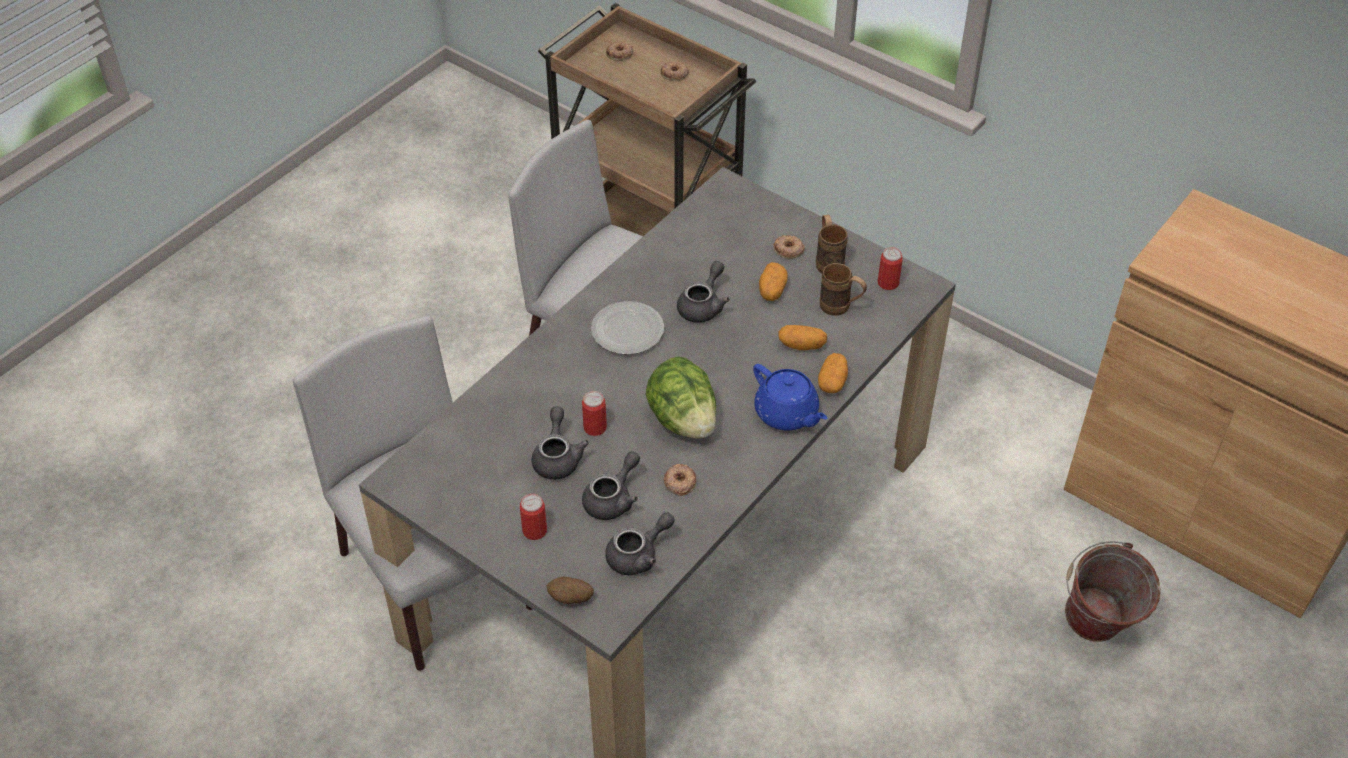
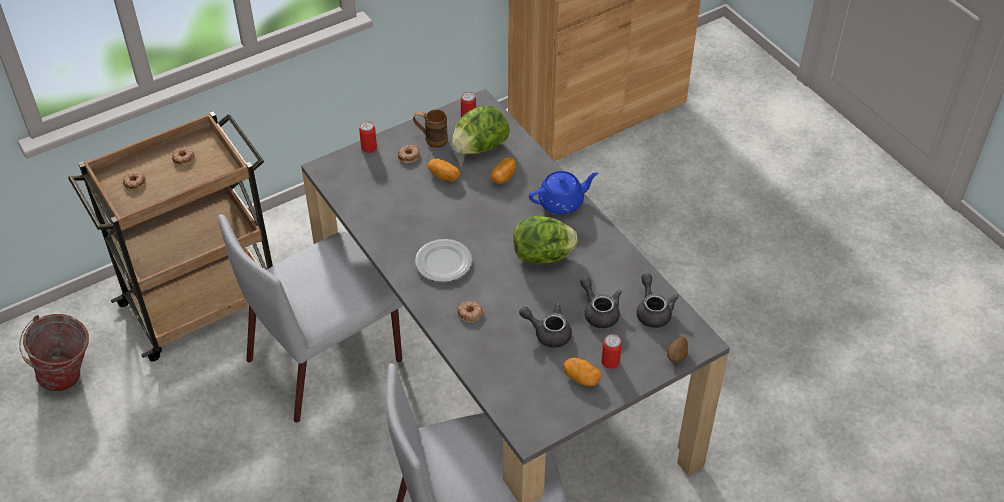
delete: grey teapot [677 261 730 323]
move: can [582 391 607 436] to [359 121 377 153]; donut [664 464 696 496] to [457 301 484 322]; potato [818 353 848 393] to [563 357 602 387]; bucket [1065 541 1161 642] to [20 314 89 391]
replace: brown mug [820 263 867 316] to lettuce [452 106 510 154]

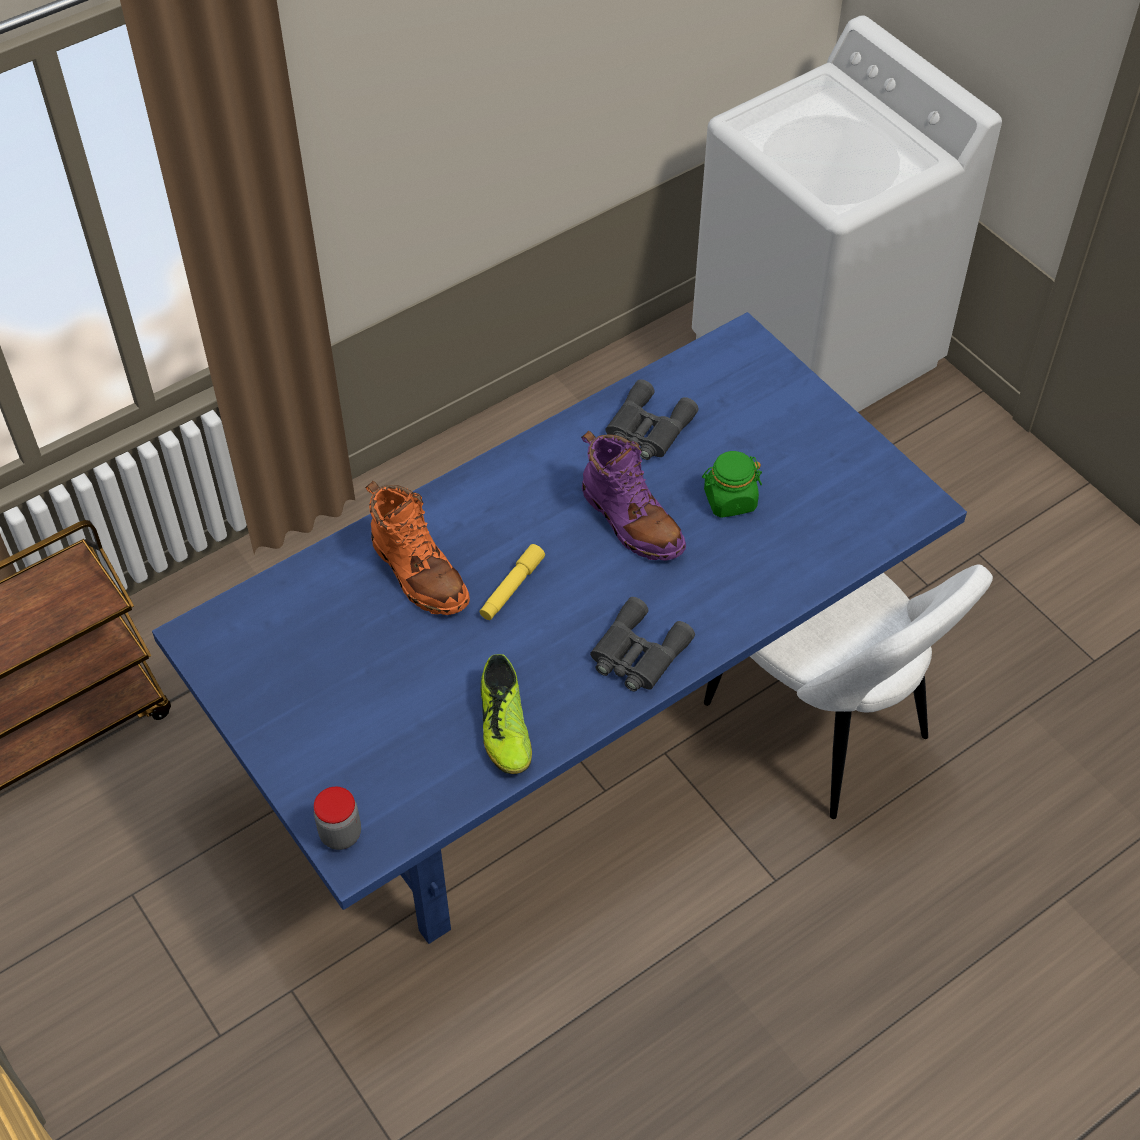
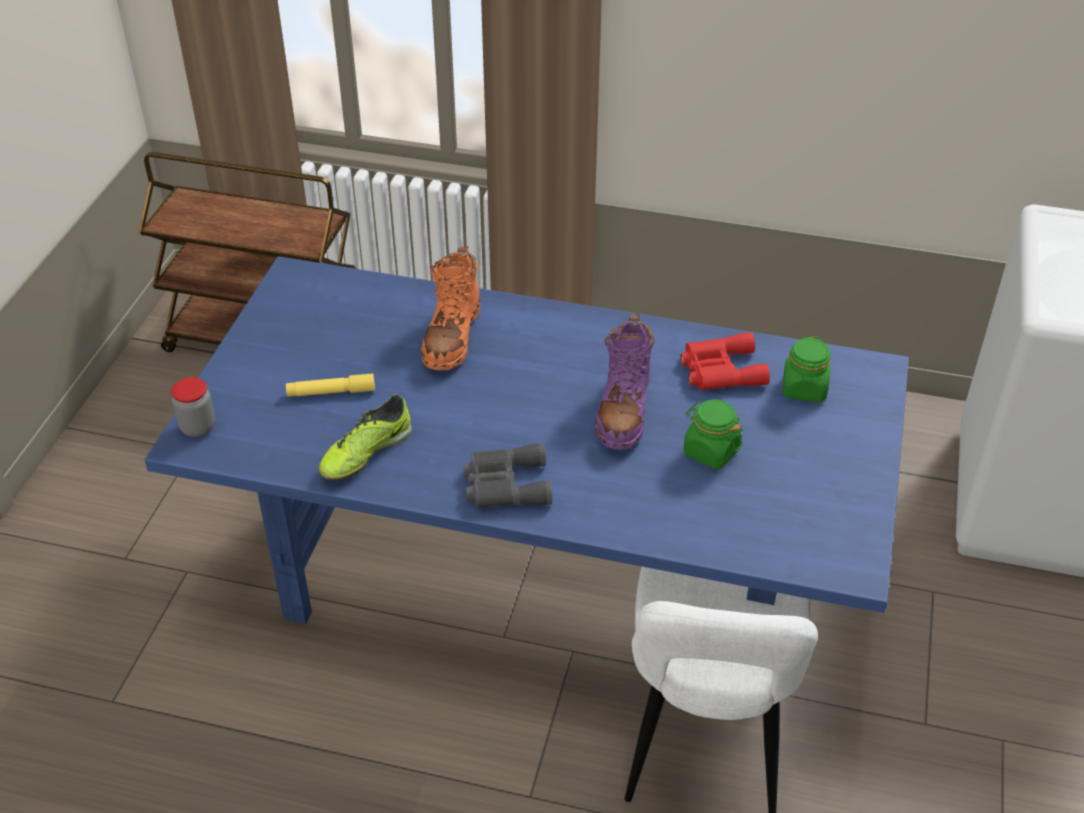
insert: green jar [782 335 831 402]
move: yellow flashlight [480 544 545 620] to [286 374 375 397]
recolor: grey binoculars [605 379 699 460] to red binoculars [680 332 770 390]

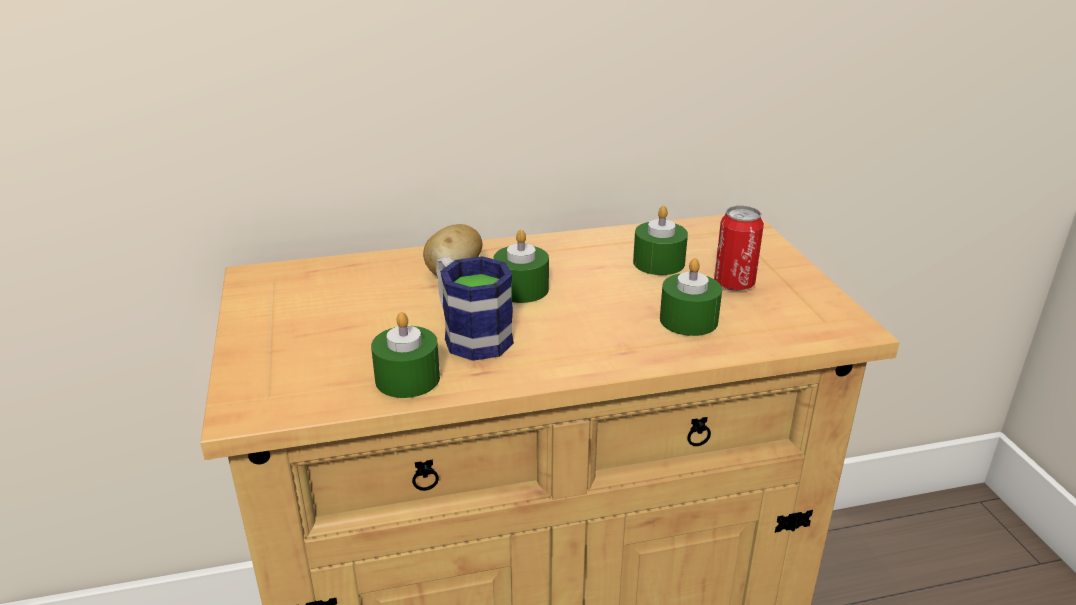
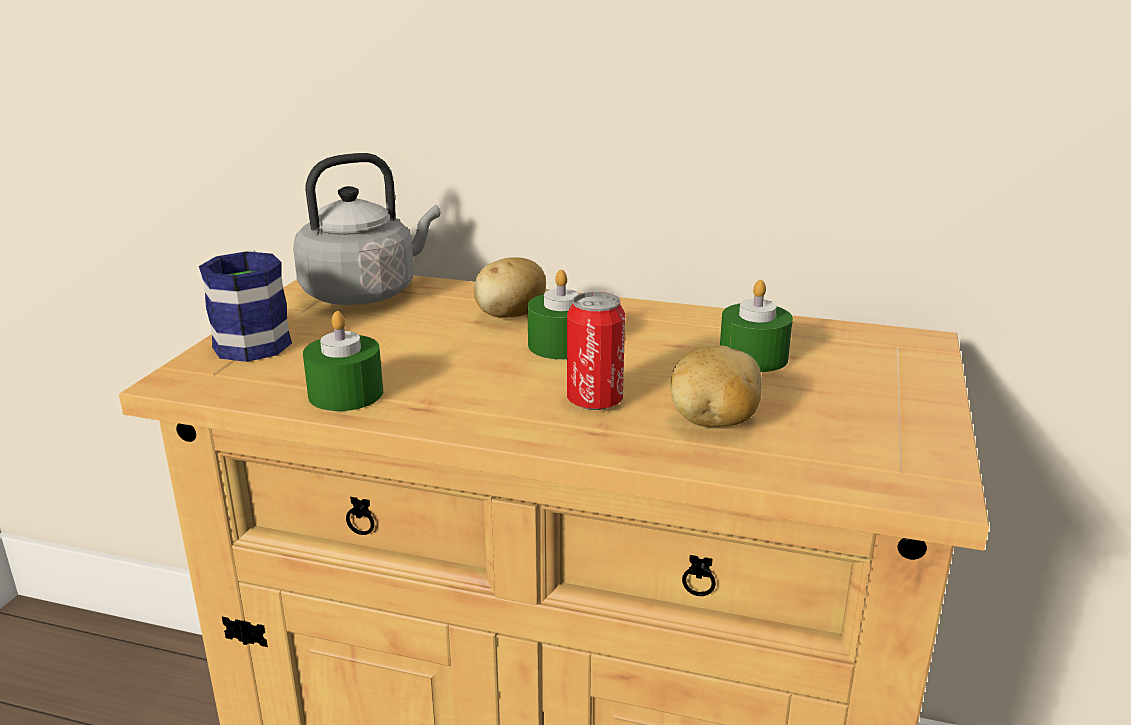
insert: grey kettle [293 153 440 305]
move: mug [436 256 514 361] to [199 250 292 362]; can [714 206 764 291] to [567 292 625 410]
replace: green candle [660 258 722 336] to potato [670 345 762 427]

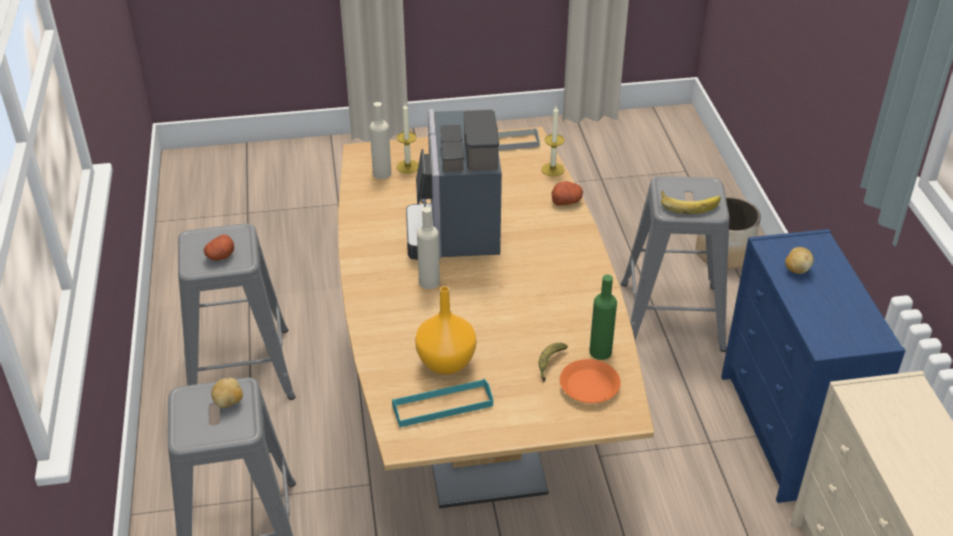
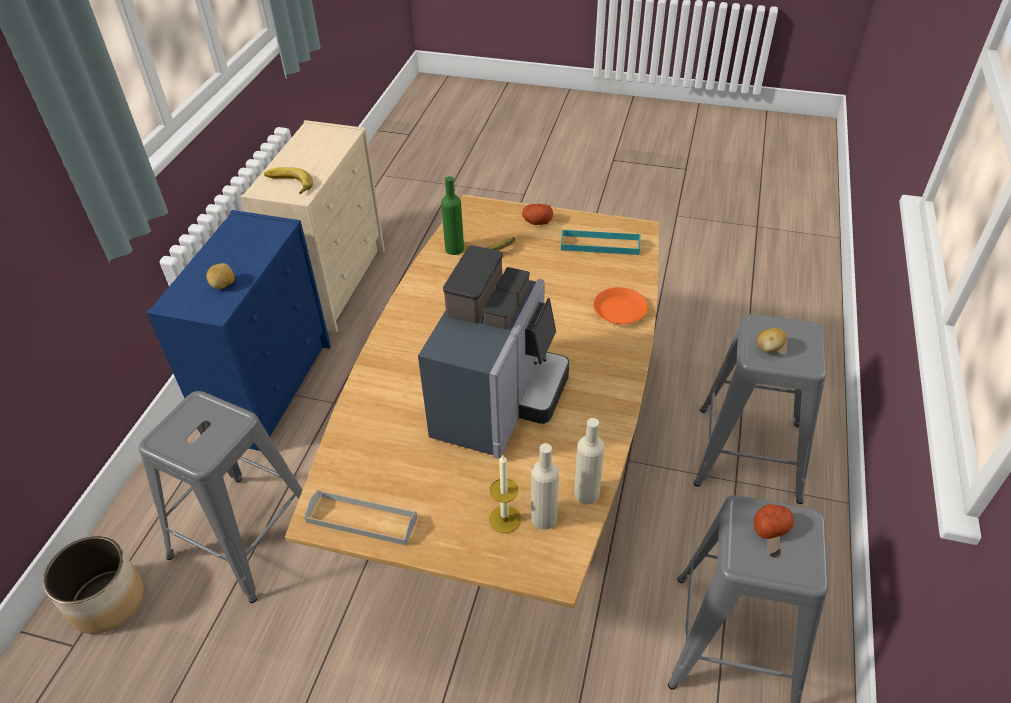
delete: orange vase [415 286 476 374]; candle [541 106 565 177]
move: beige bottle [417 207 440 289] to [574 418 605 504]; potato [552 181 583 206] to [522 204 553 225]; orange plate [560 359 621 403] to [593 287 648 324]; banana [661 190 721 214] to [264 167 313 194]

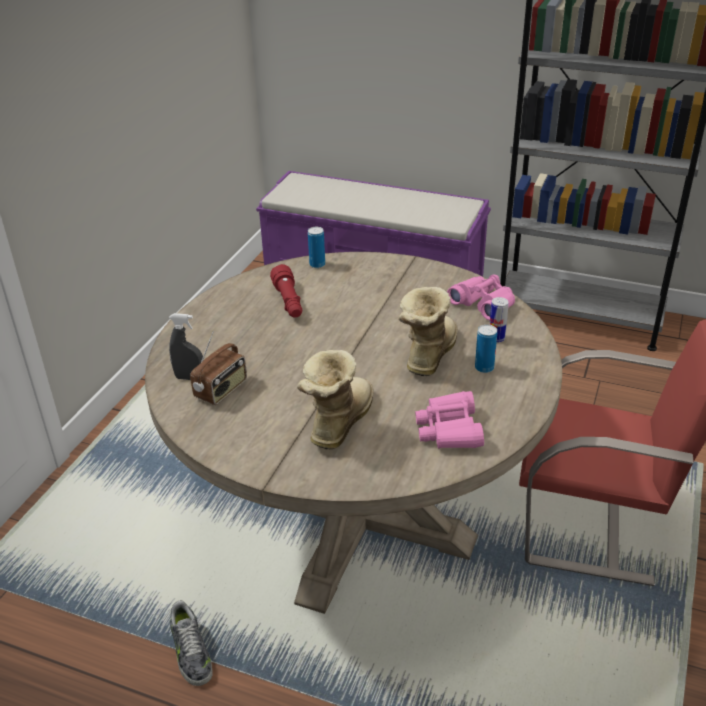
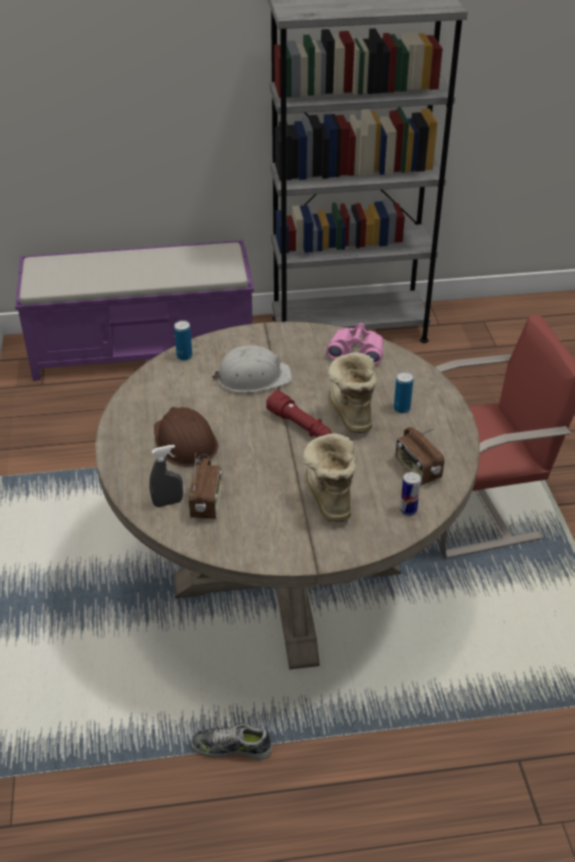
insert: brown hard hat [154 407 218 467]; white hard hat [212 345 292 393]
move: red flashlight [270 264 302 318] to [266 390 332 437]; can [490 297 509 342] to [400 472 421 516]
replace: pink binoculars [415 391 484 449] to radio [395 427 444 485]
rotate: shoe [170 600 213 686] = [191 723 272 760] 150 degrees clockwise

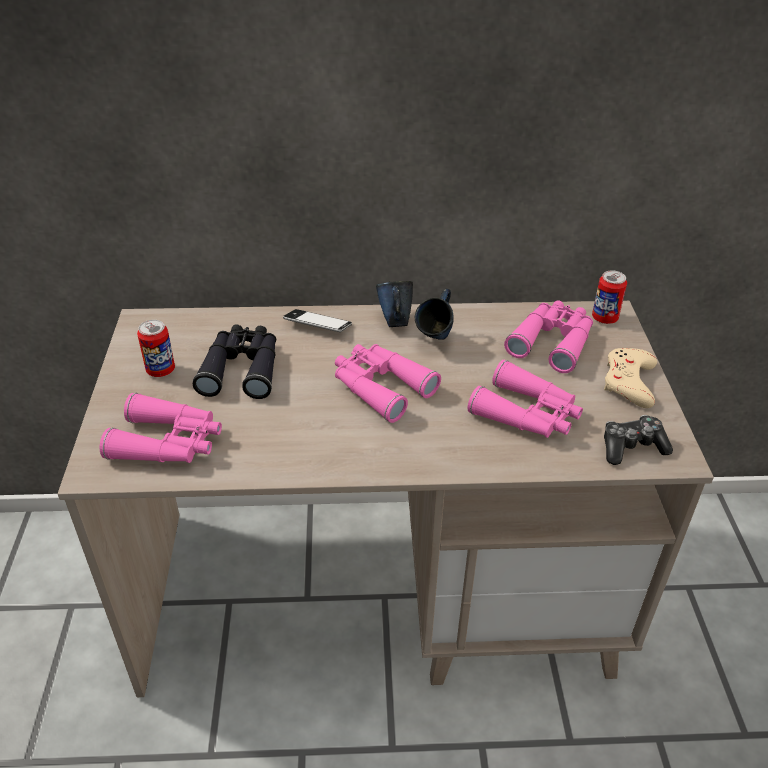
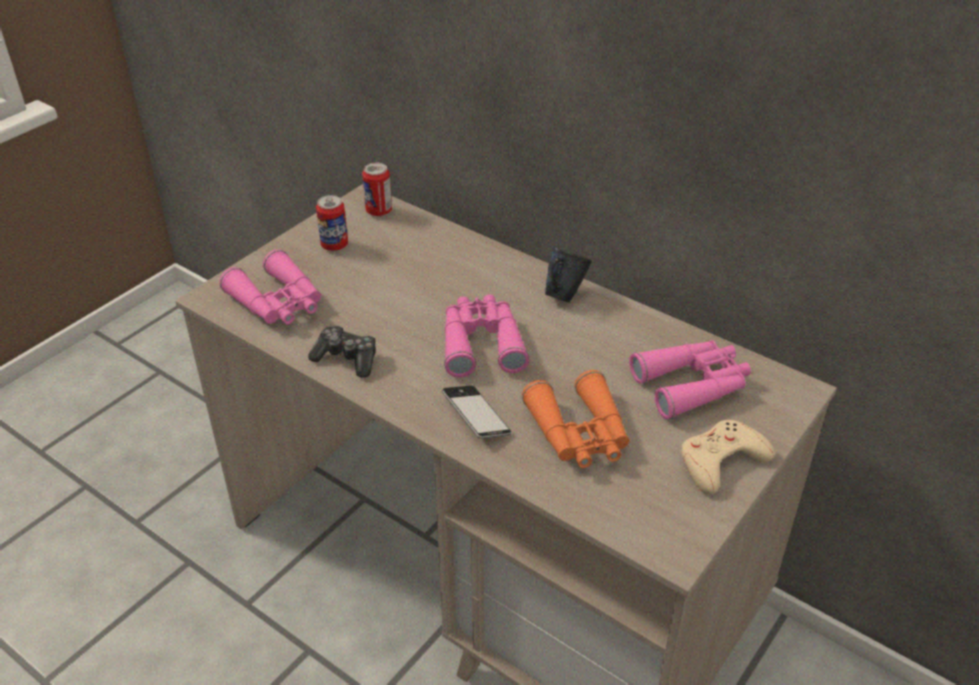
delete: black binoculars [193 325 276 399]; blue mug [415 289 453 340]
move: phone [283 309 352 332] to [442 386 511 439]; can [592 270 627 324] to [362 163 392 216]; game controller [604 415 673 465] to [308 325 376 378]
recolor: pink binoculars [468 360 583 438] to orange binoculars [522 370 629 468]

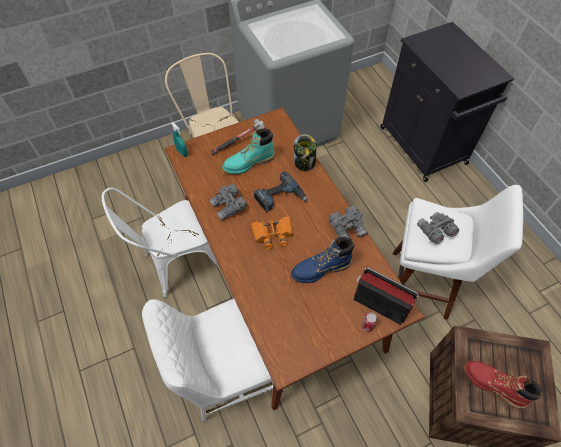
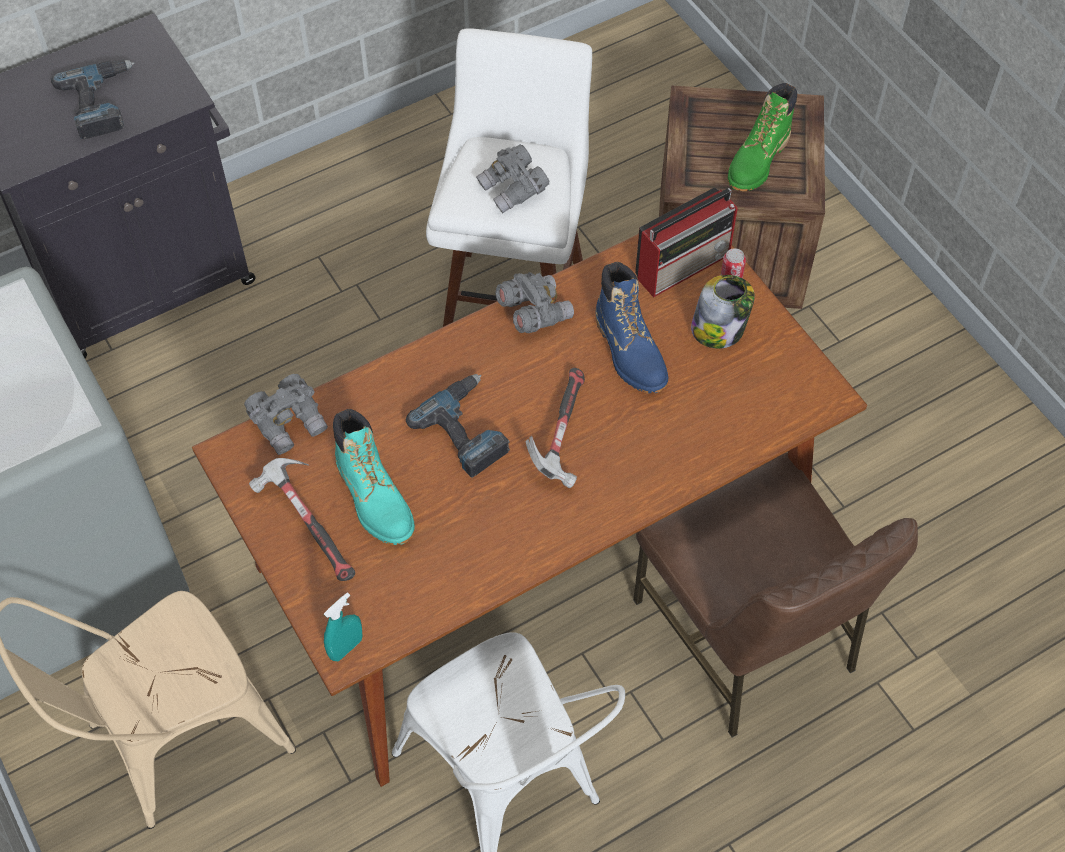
insert: power drill [51 60 135 139]
move: grey binoculars [209 184 247 220] to [244 374 328 455]; jar [293 134 316 171] to [691 275 755 349]
replace: orange binoculars [251 216 293 249] to hammer [525 368 585 488]
recolor: white chair [142 299 284 423] to brown chair [633 453 918 737]; red boot [464 361 543 409] to green boot [728 83 797 191]
rotate: radio [354 267 419 325] = [635 187 738 298] 150 degrees counterclockwise

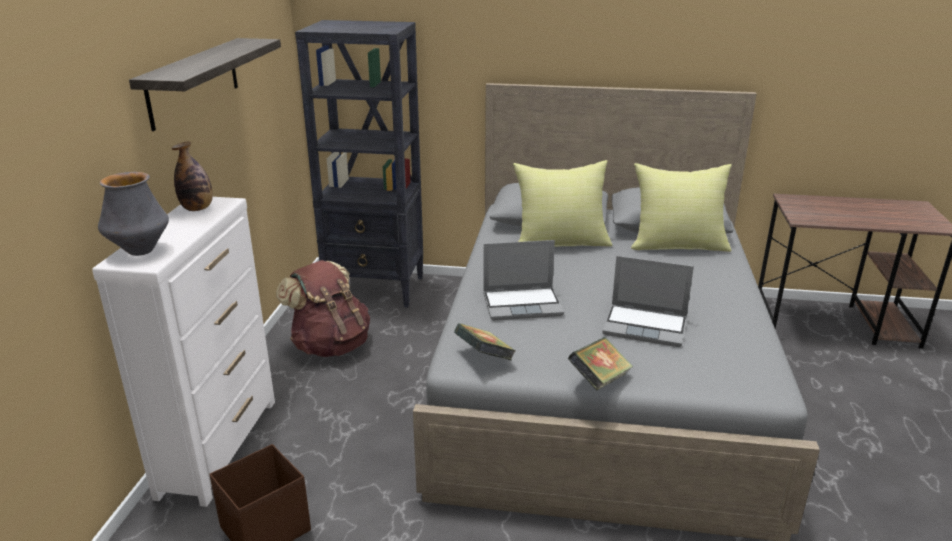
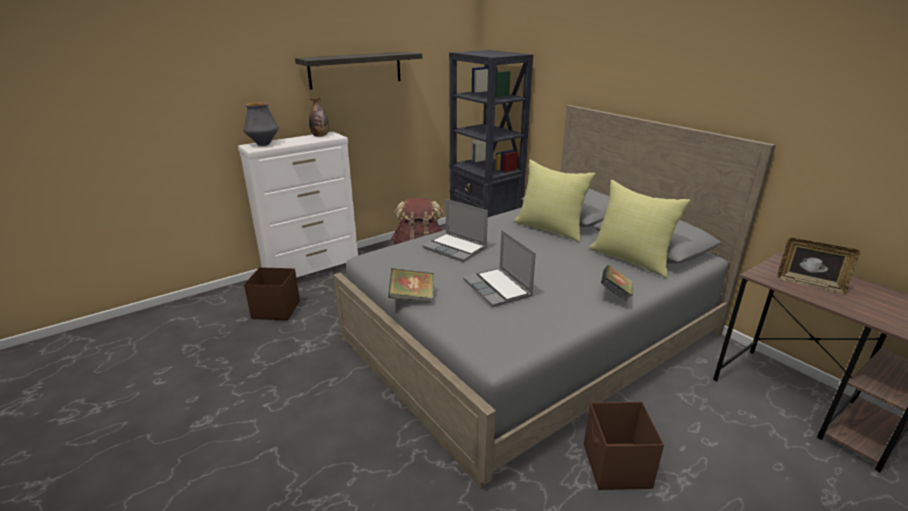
insert: brown storage box [584 402 664 490]; picture frame [777 238 860 294]
move: book [454 323 516 360] to [601 265 633 301]

